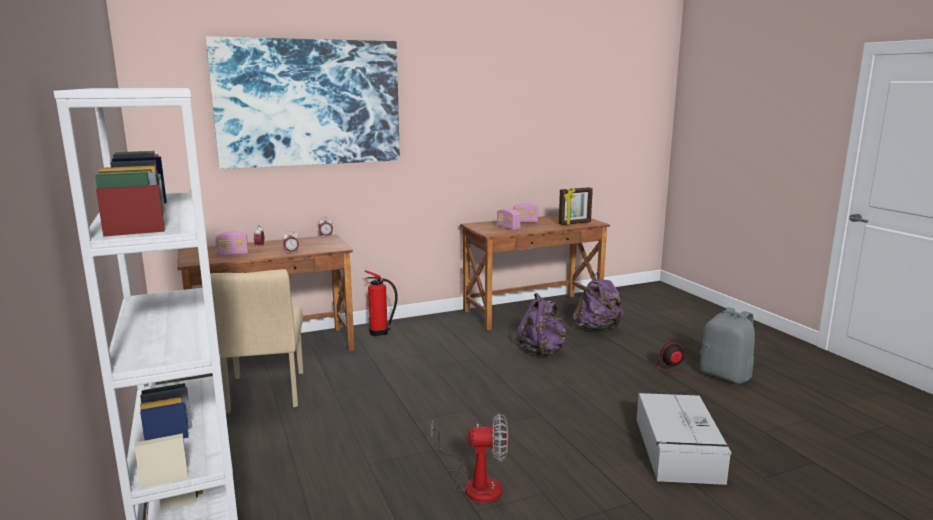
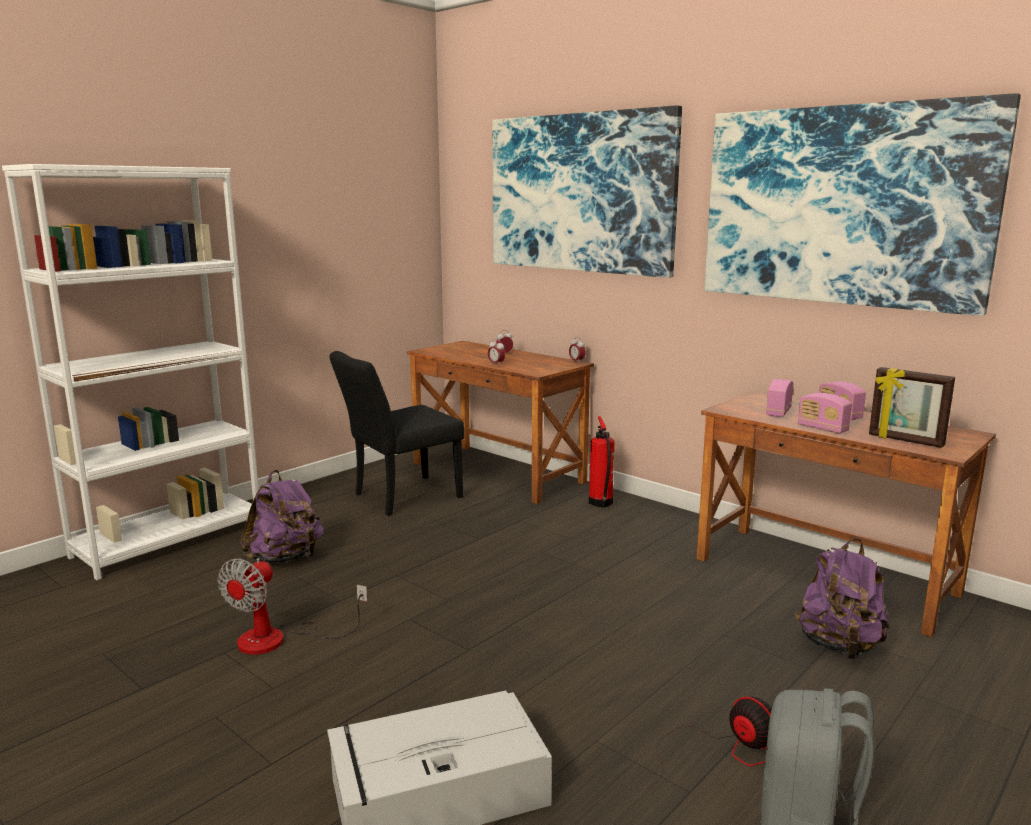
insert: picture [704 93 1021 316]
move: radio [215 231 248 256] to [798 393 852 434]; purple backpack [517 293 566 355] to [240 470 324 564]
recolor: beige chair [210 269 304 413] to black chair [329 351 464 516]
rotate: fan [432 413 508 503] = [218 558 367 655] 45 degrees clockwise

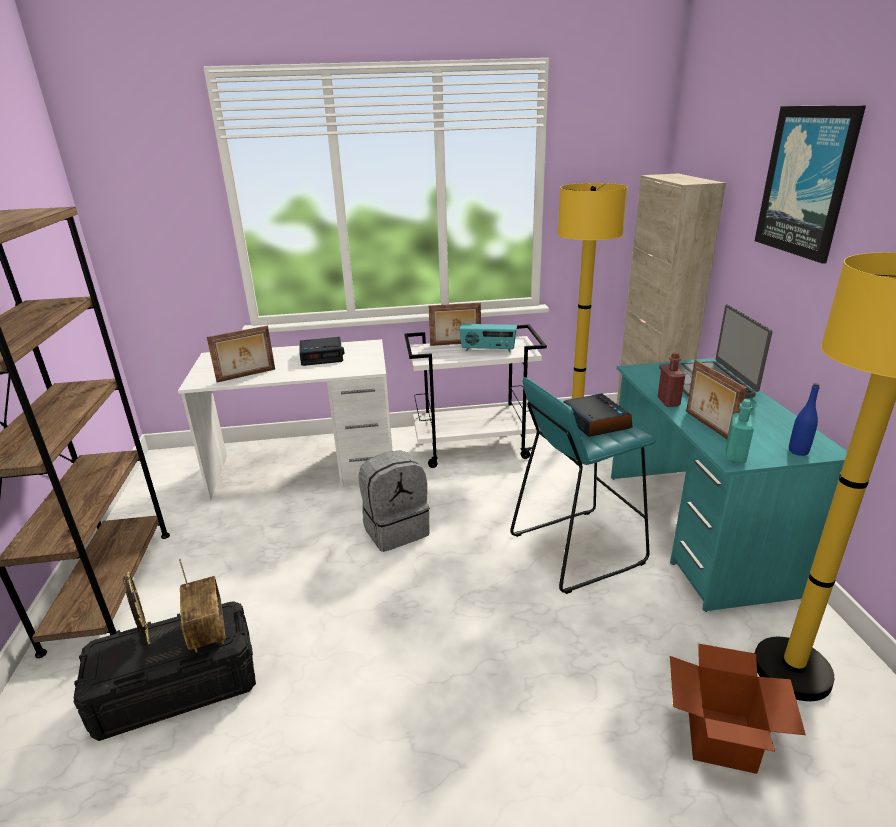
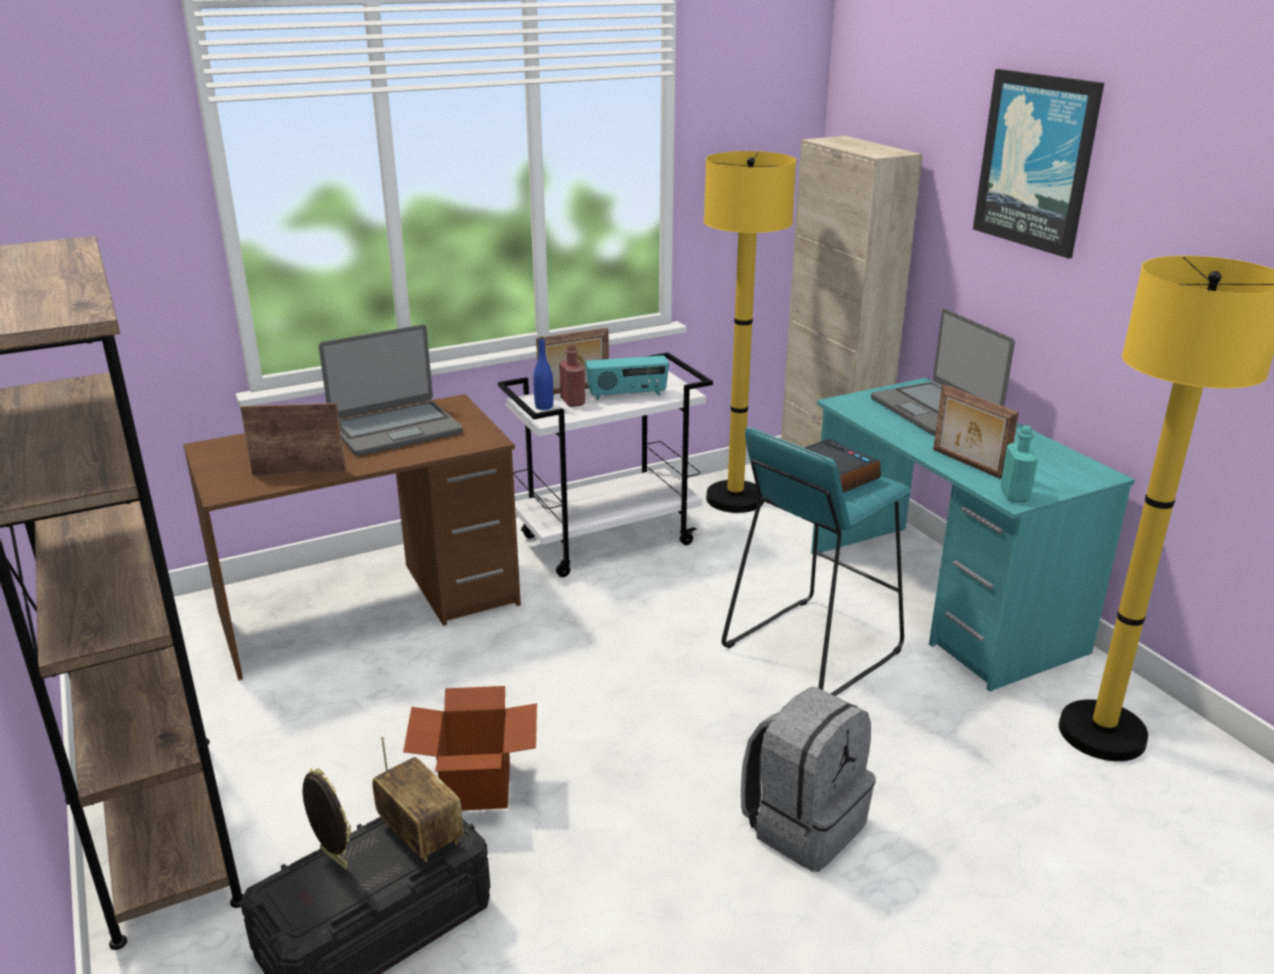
move: grey backpack [359 450 430 552] to [741 687 876 872]; red bottle [657 352 685 407] to [559 344 585 407]; cardboard box [670 644 806 774] to [403 686 537 810]; blue bottle [789 383 820 456] to [533 337 553 410]
replace: alarm clock [299 337 345 366] to laptop [319 325 463 456]
recolor: white desk [178 339 392 501] to brown desk [183 394 521 680]
rotate: picture frame [207 325 275 383] = [240 403 346 475] 135 degrees counterclockwise

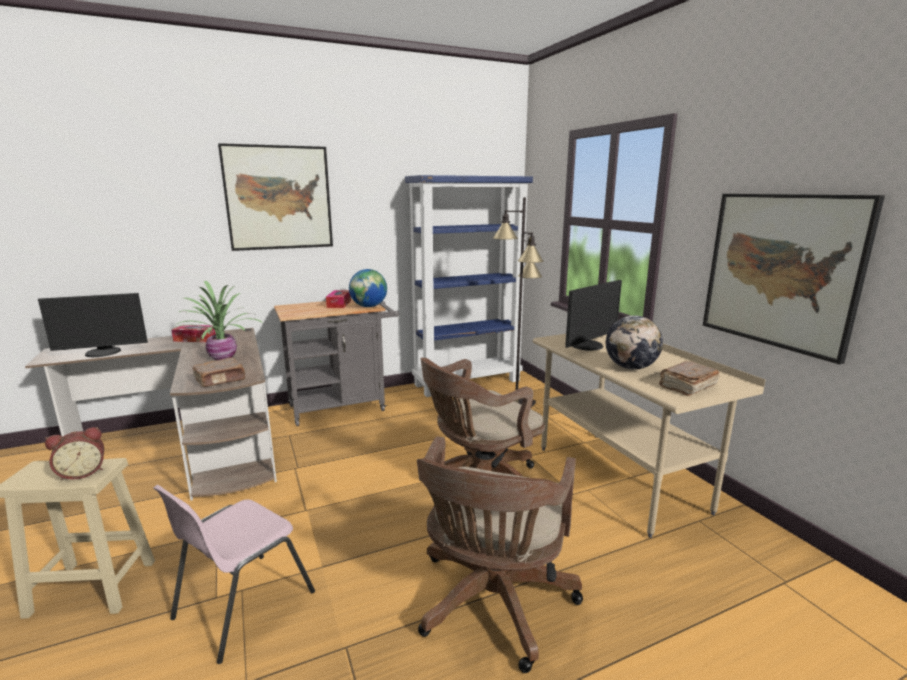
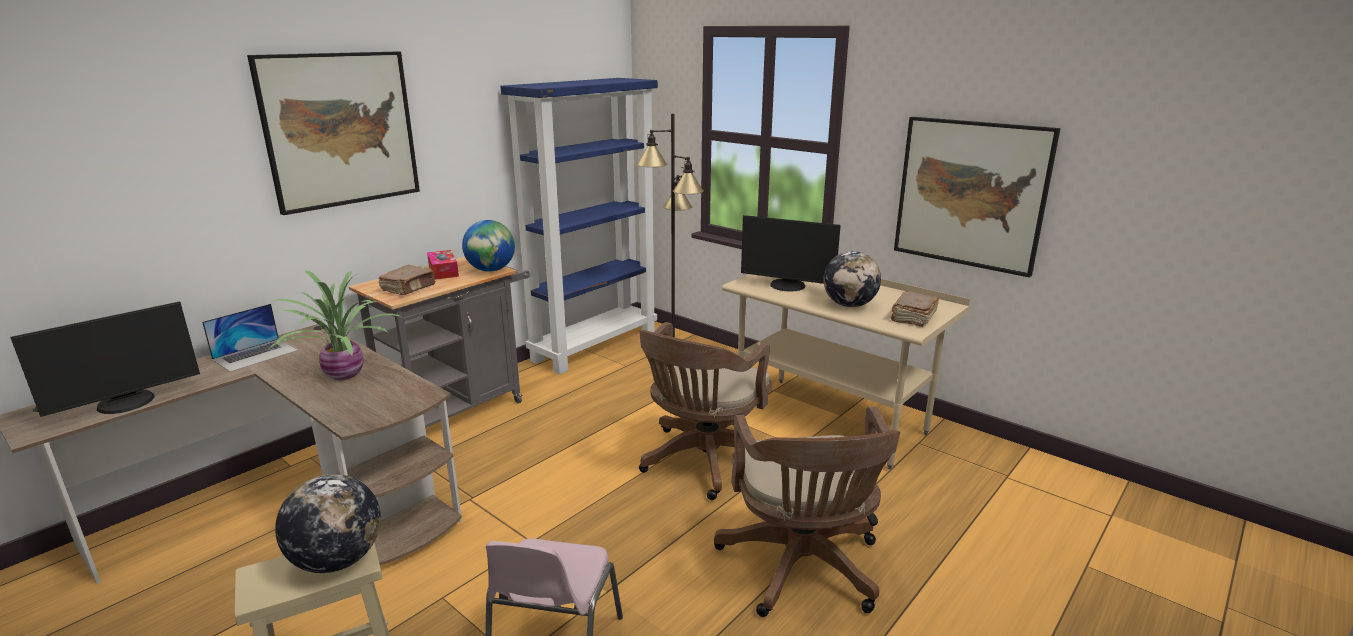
move: brown book [193 358 245 387] to [378 265 435 295]
replace: alarm clock [45 427 104 480] to globe [275 474 381 573]; tissue box [172 325 216 342] to laptop [202 304 298 372]
rotate: monitor [565 280 622 351] = [741 215 841 291] 90 degrees clockwise

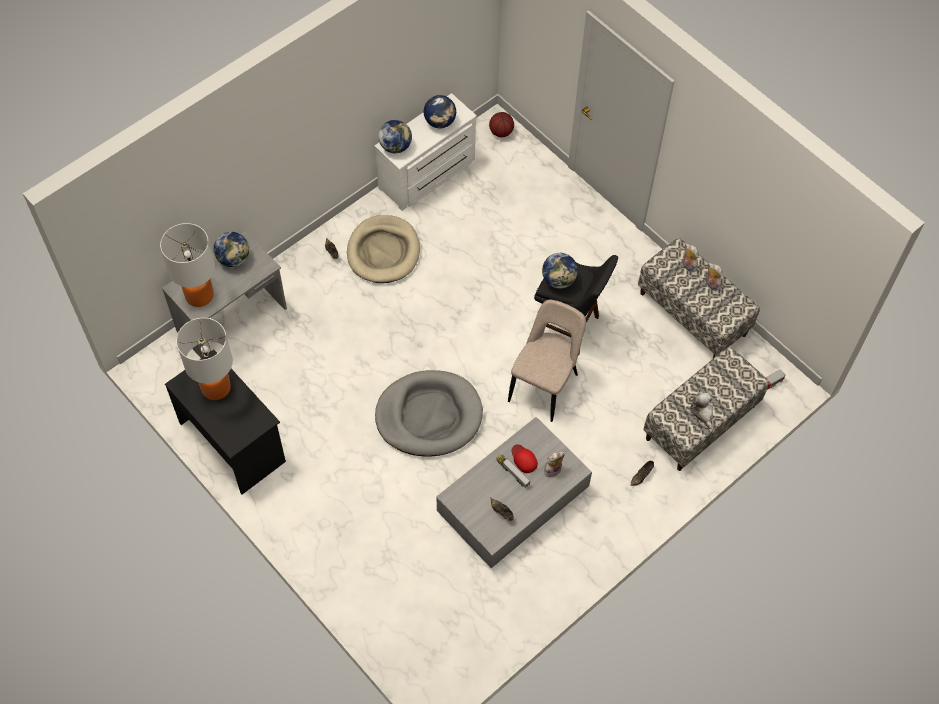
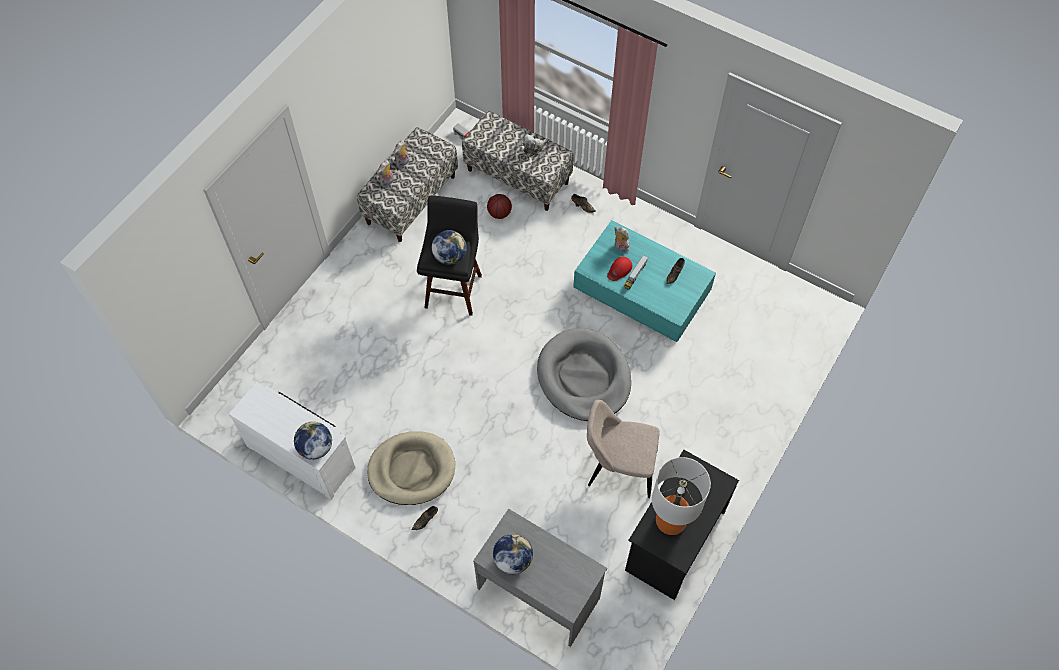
delete: table lamp [160 223 215 307]; globe [424 95 456 128]
move: basketball [489 112 514 137] to [487 194 512 219]; beige chair [508 300 586 422] to [587 400 660 498]
recolor: grey coffee table [437 417 592 568] to turquoise coffee table [573 220 716 342]

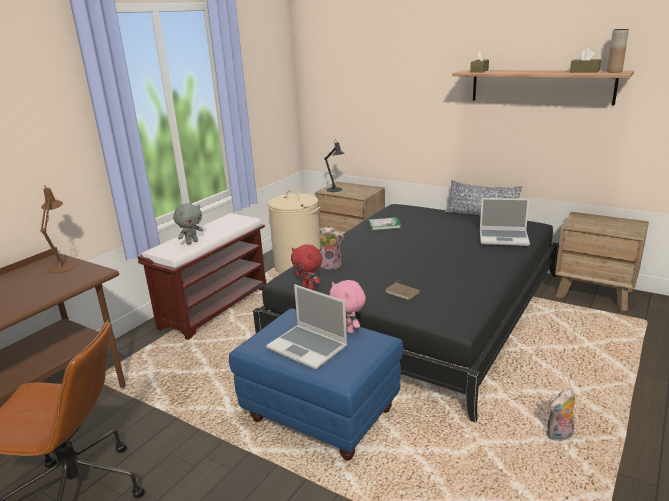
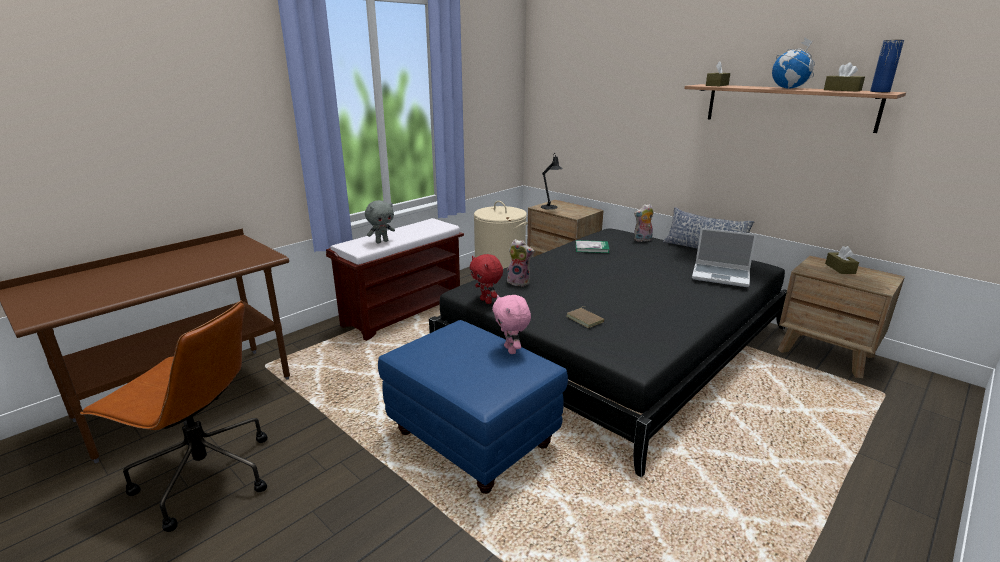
delete: brown table lamp [40 186 76 273]; laptop [266 284 348 370]
insert: globe [772 37 815 89]; brown tissue box [825 246 859 274]
move: plush toy [547 388 575 441] to [634 204 653 242]
recolor: brown vase [607 29 629 73] to blue vase [870 40 904 92]

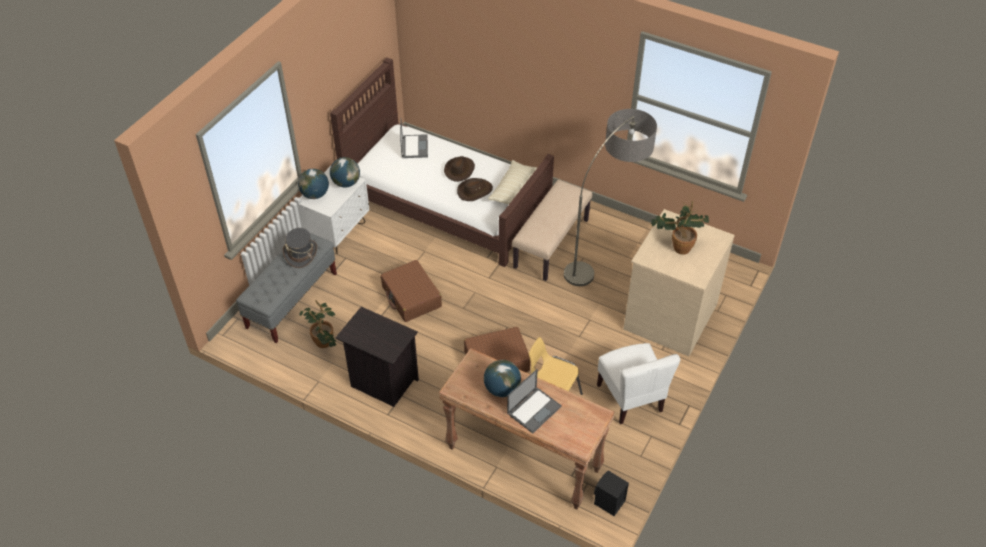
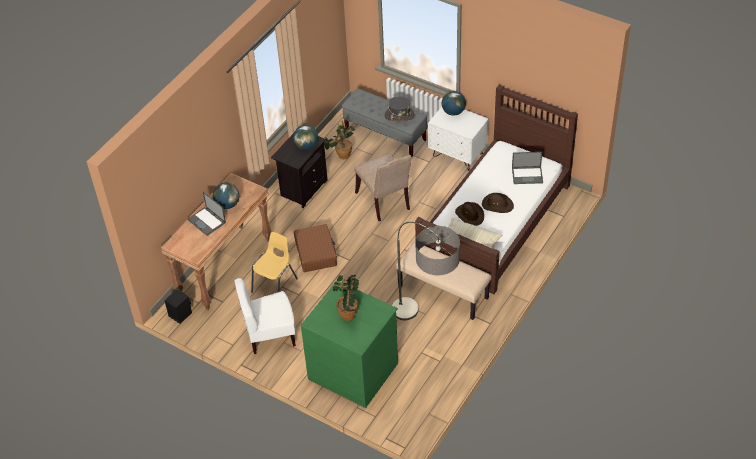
move: globe [330 157 360 187] to [293 125 318 150]
replace: brown suitcase [380 260 442 322] to beige chair [354 154 412 221]
recolor: beige dresser [623 209 735 356] to green dresser [300 281 398 408]

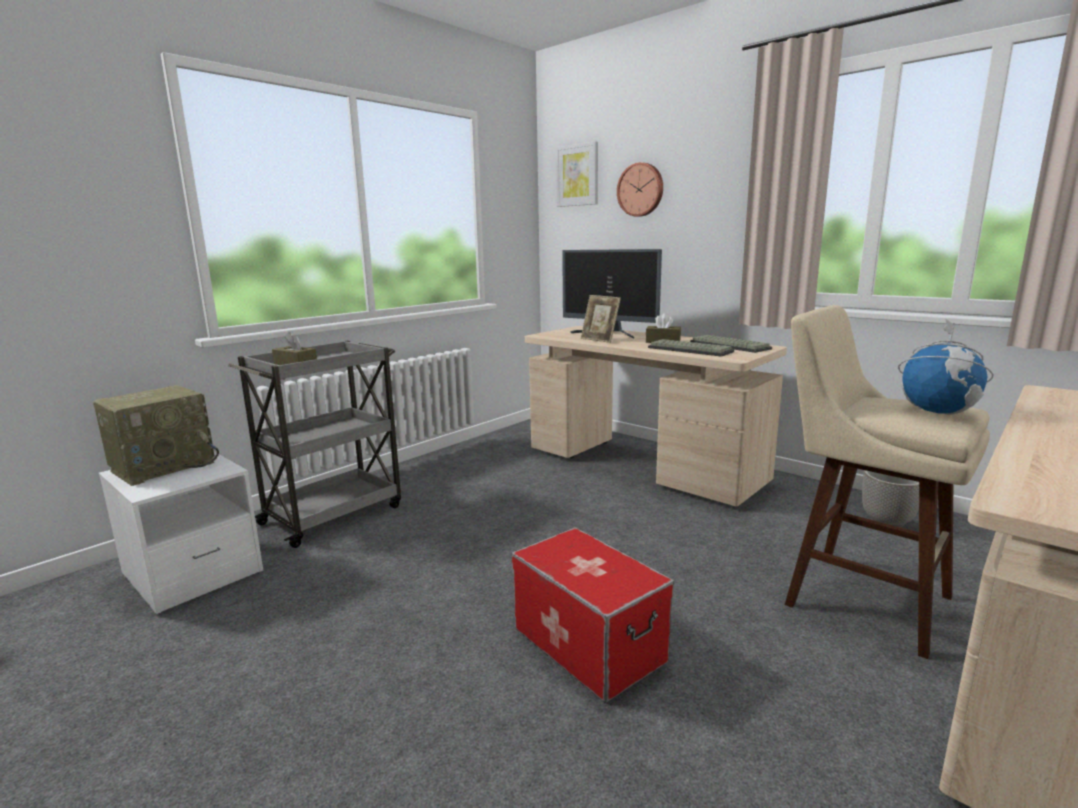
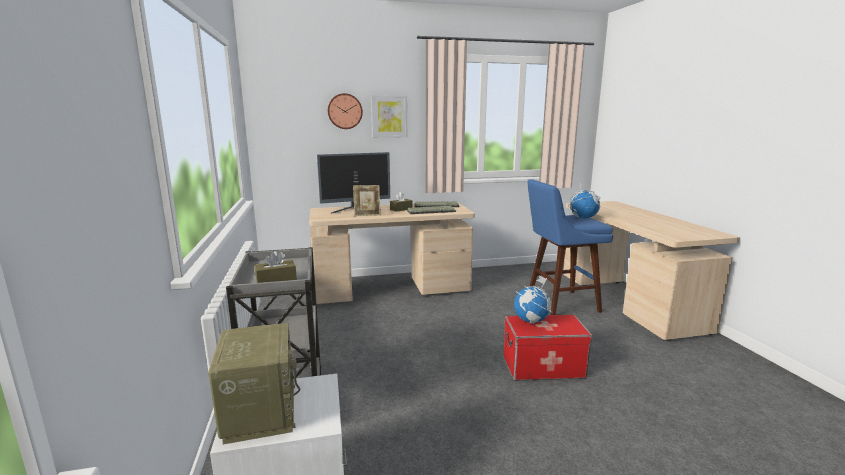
delete: planter [862 470 919 527]
insert: globe [514 275 552 324]
move: picture [556 141 598 207] to [371 95 407 138]
recolor: beige stool [785 305 990 659] to blue stool [527 179 613 315]

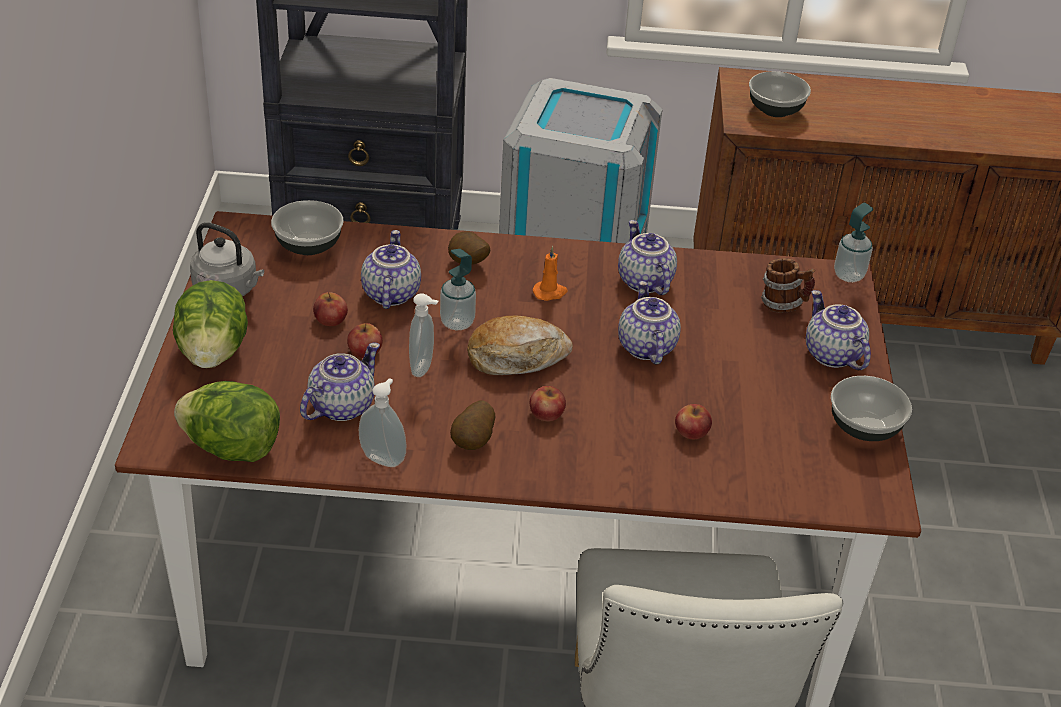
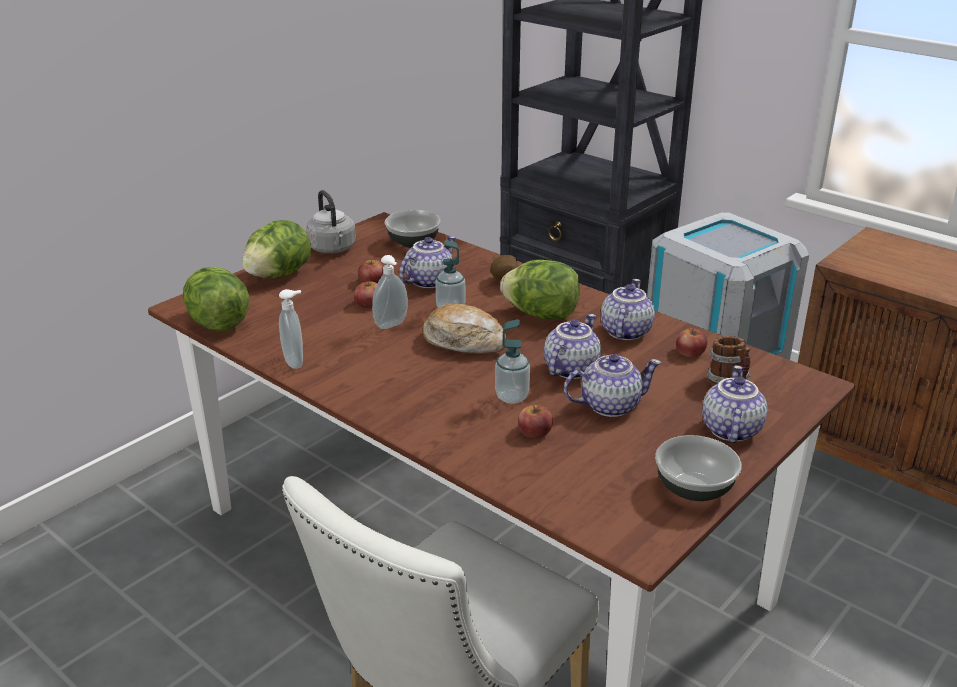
delete: potato [450 400 495 450]; bowl [749 71 811 117]
move: teapot [300 343 380 421] to [564 354 662 417]; apple [530 386 566 421] to [676 328 707 357]; soap dispenser [834 203 873 282] to [495 319 530 404]
replace: orange candle [533 246 567 301] to lettuce [500 260 580 320]

